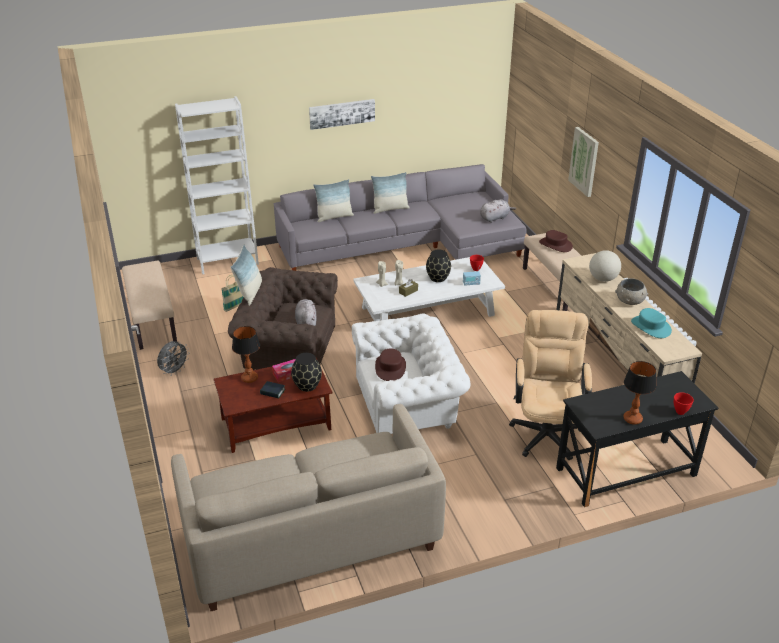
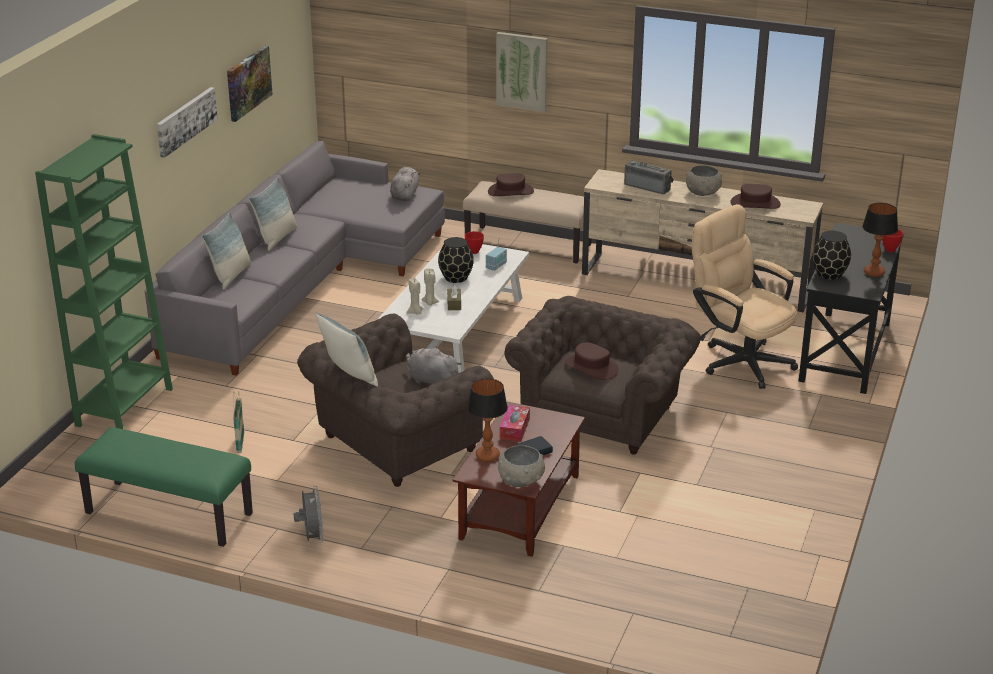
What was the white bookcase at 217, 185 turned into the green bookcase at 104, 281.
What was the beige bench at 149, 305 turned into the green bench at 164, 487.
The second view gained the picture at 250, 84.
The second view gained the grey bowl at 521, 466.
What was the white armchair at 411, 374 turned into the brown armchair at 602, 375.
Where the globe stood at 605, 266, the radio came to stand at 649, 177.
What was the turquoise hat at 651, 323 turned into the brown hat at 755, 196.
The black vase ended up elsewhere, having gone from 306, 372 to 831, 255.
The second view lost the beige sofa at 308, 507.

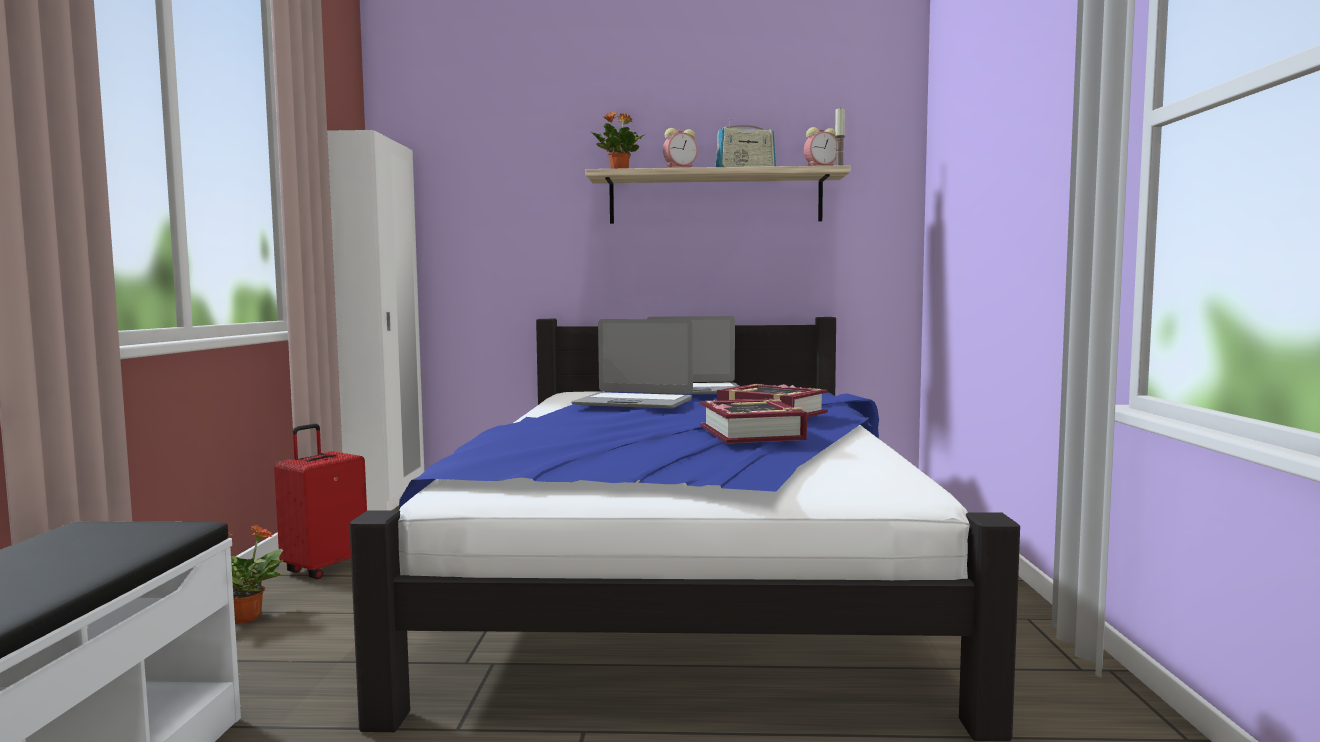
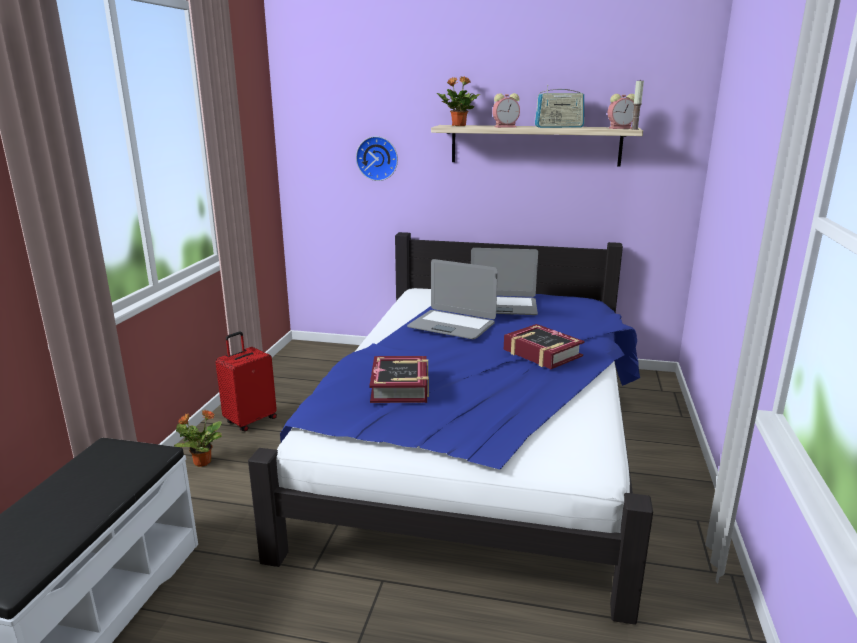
The second view gained the wall clock at 377, 158.
The book ended up elsewhere, having gone from 753, 421 to 399, 379.
The second view lost the white wardrobe at 375, 320.

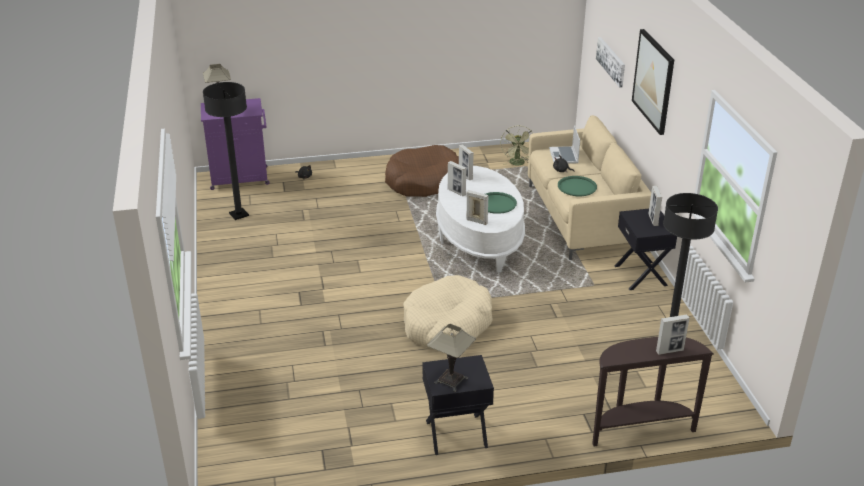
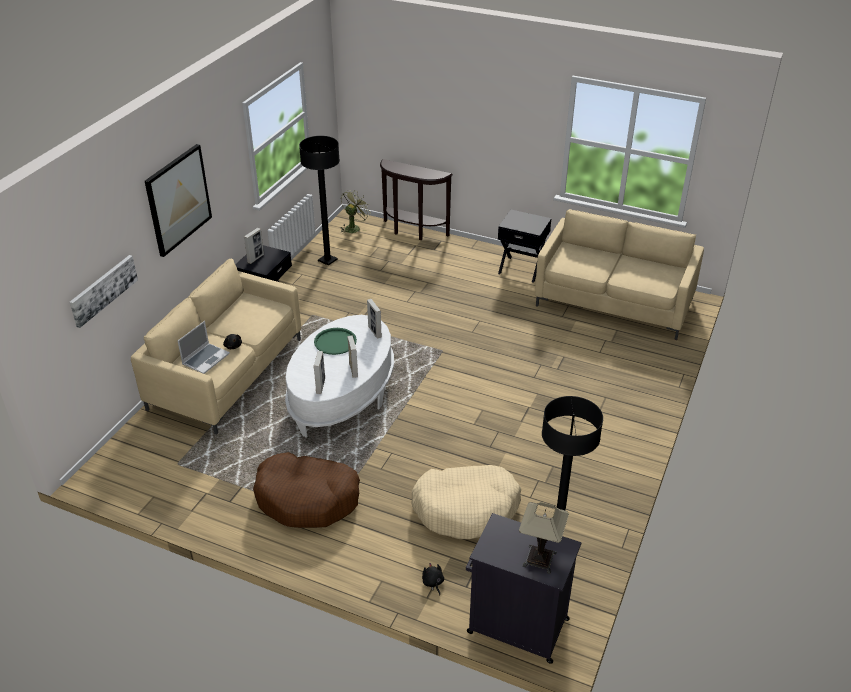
The green fan ended up elsewhere, having gone from 516, 146 to 355, 211.
The beige dog bed ended up elsewhere, having gone from 448, 312 to 466, 502.
What was the purple cabinet at 235, 144 turned into the black cabinet at 524, 588.
The second view gained the beige sofa at 619, 274.
The second view lost the table lamp at 451, 358.
The second view lost the green tray at 577, 186.
The second view lost the picture frame at 672, 334.

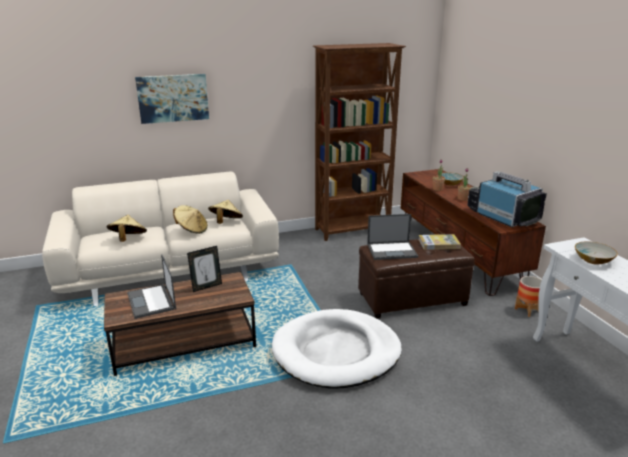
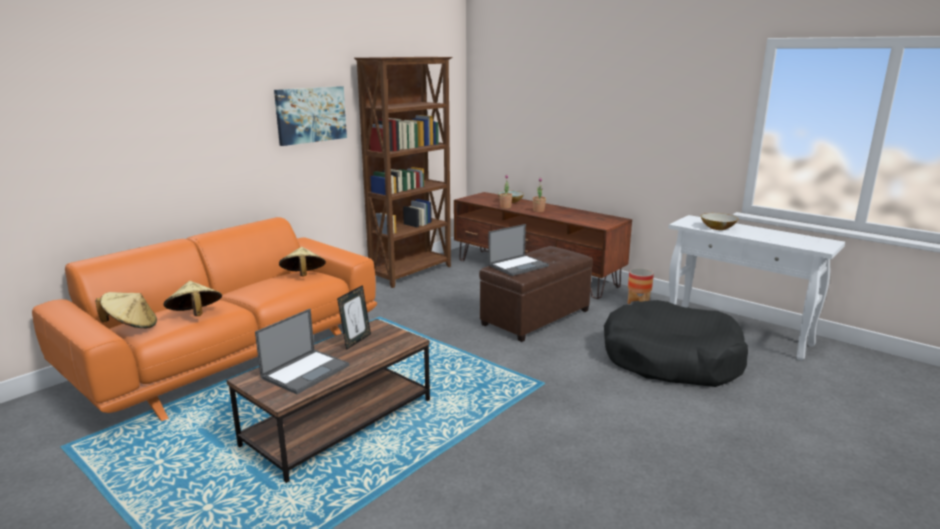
What was the beige sofa at 160, 238 turned into the orange sofa at 204, 319.
The beige hat ended up elsewhere, having gone from 190, 219 to 126, 310.
The laptop at 151, 286 ended up facing another way, 90 degrees counterclockwise from before.
The picture ended up elsewhere, having gone from 172, 99 to 310, 116.
The second view gained the black dog bed at 676, 343.
The second view lost the white dog bed at 337, 349.
The second view lost the book at 439, 242.
The second view lost the television at 507, 199.

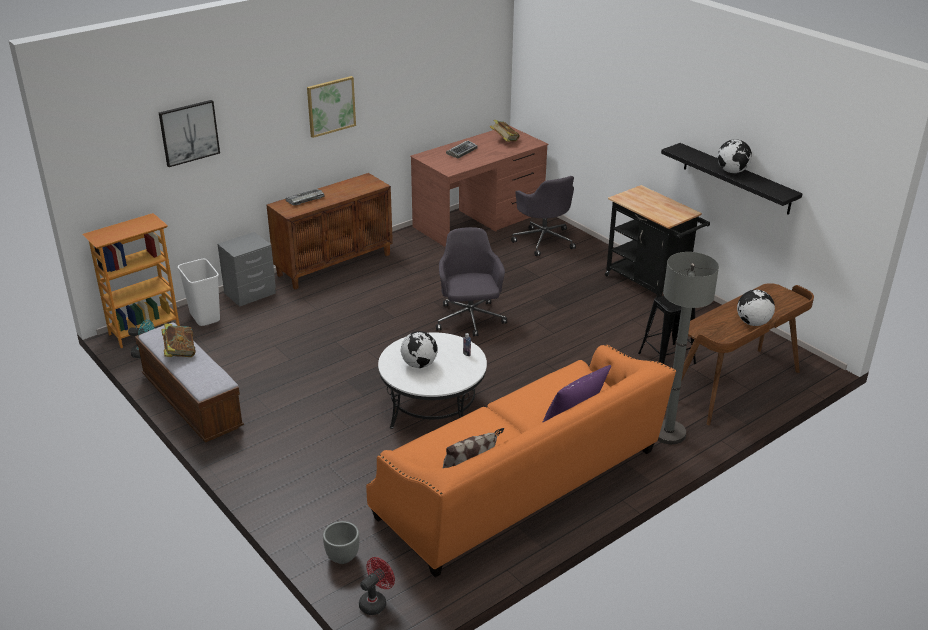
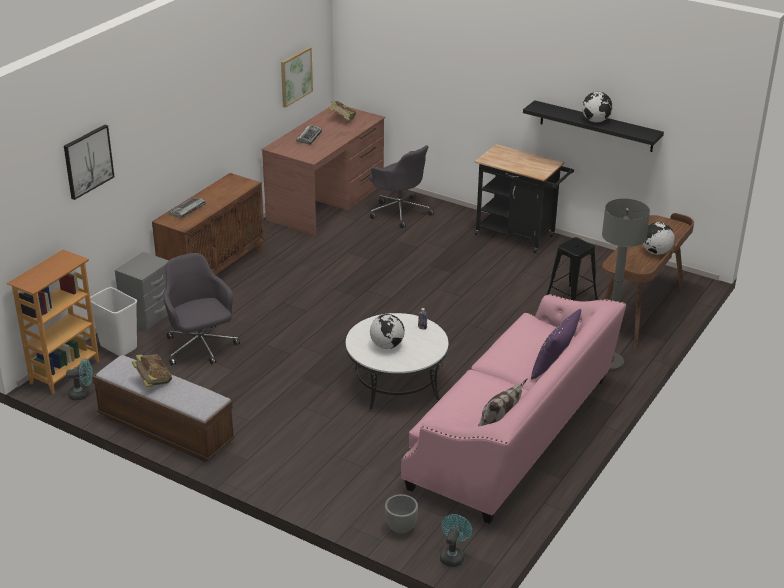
The grey office chair ended up elsewhere, having gone from 471, 282 to 201, 309.
The picture ended up elsewhere, having gone from 331, 107 to 297, 77.
What was the orange sofa at 521, 461 turned into the pink sofa at 513, 409.
What was the red fan at 377, 586 turned into the turquoise fan at 456, 540.

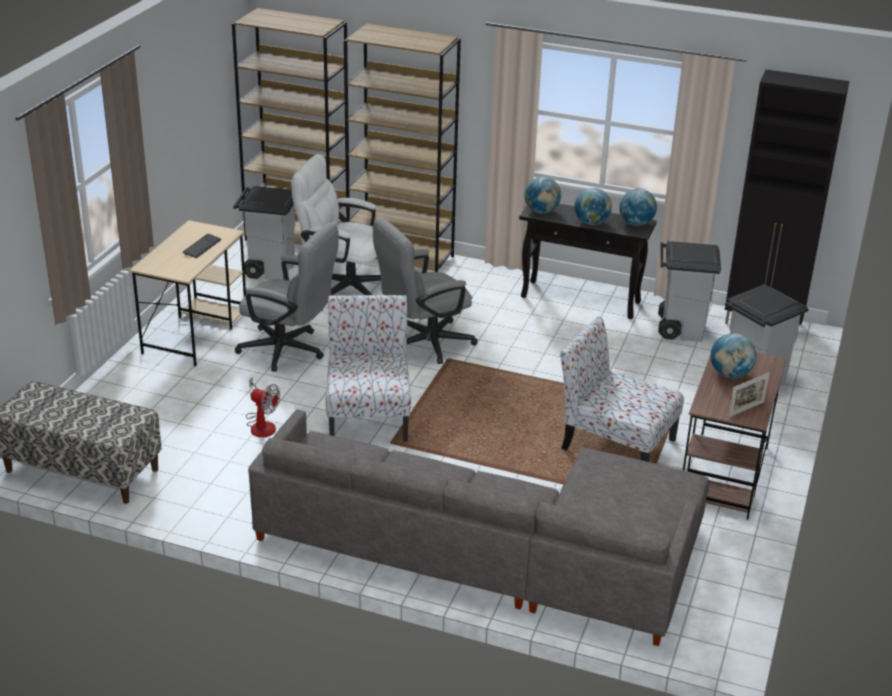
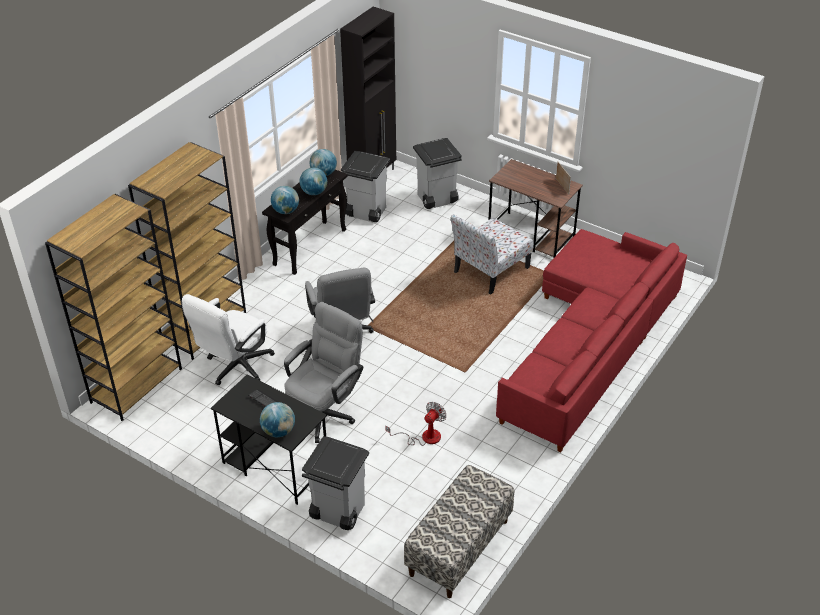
What was the beige desk at 188, 293 turned into the black desk at 269, 439.
The globe ended up elsewhere, having gone from 733, 355 to 277, 419.
The grey trash can ended up elsewhere, having gone from 264, 233 to 335, 483.
What was the grey sofa at 478, 527 turned into the red sofa at 591, 340.
The second view lost the chair at 368, 368.

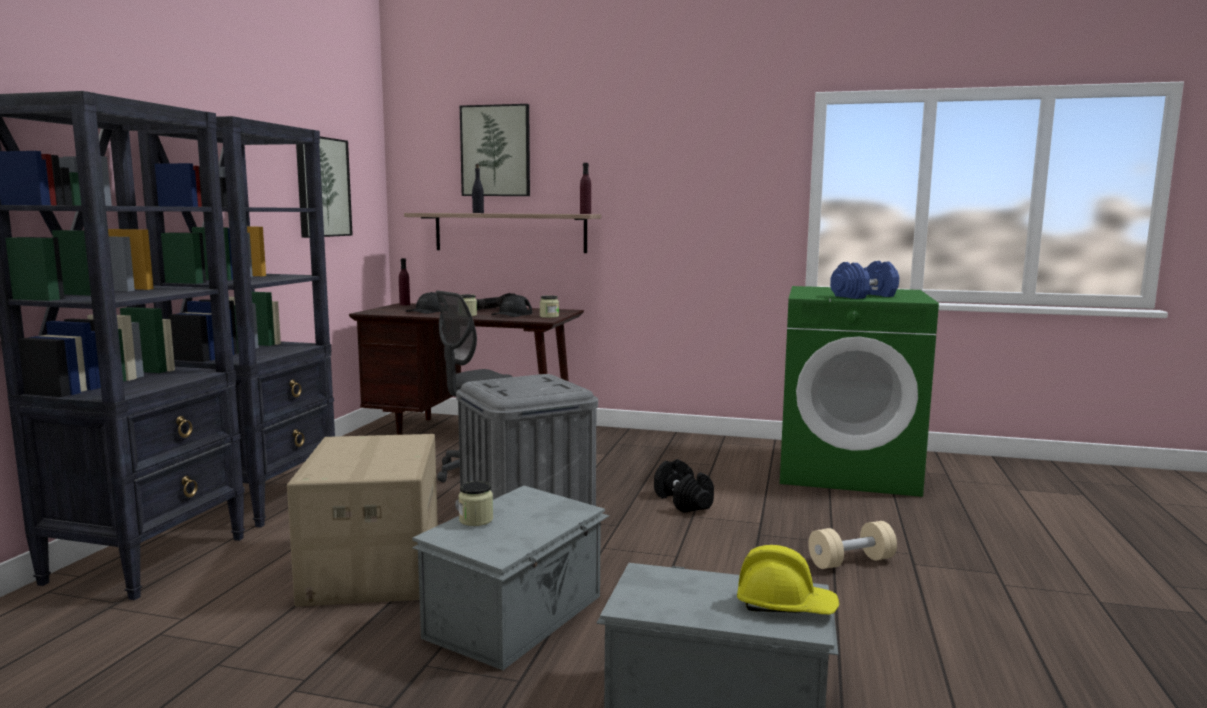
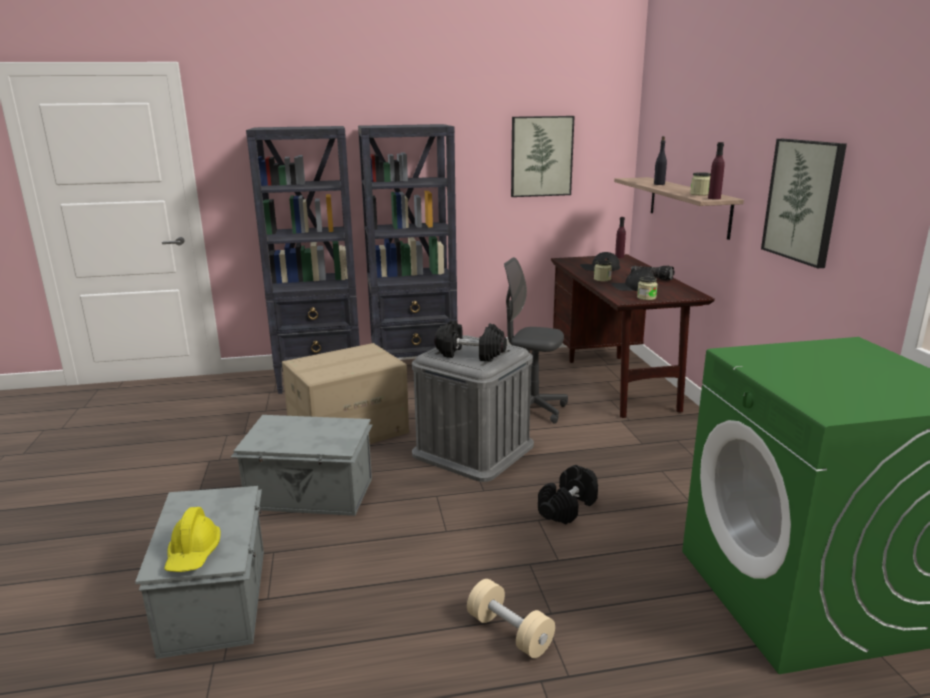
The second view gained the black dumbbell at 470, 340.
The jar ended up elsewhere, having gone from 475, 503 to 700, 184.
The picture ended up elsewhere, having gone from 495, 150 to 804, 203.
The second view lost the blue dumbbell at 864, 280.

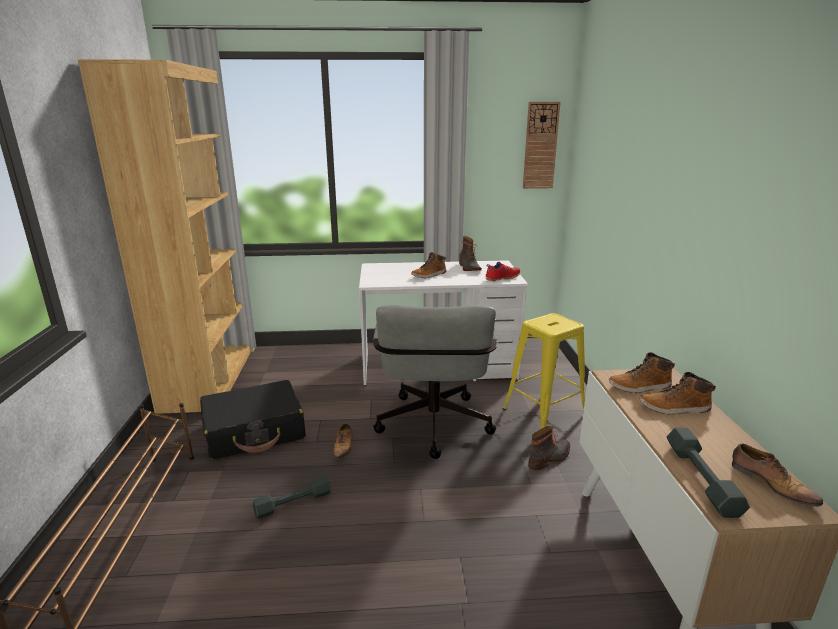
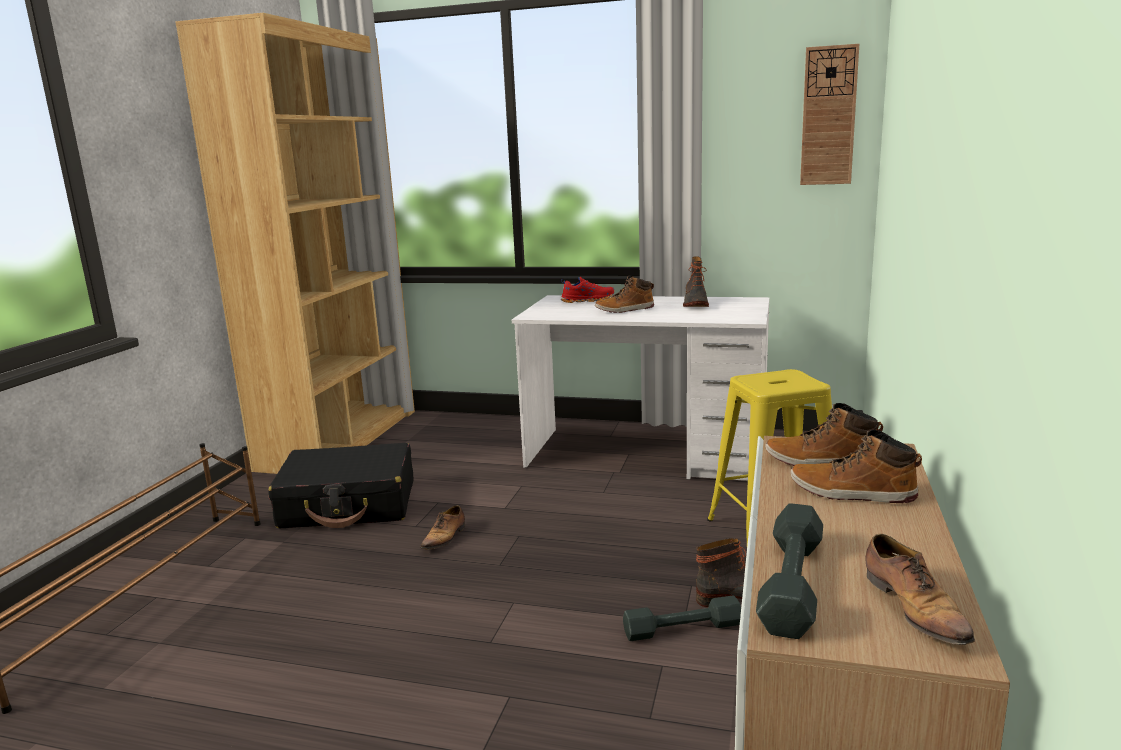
The red shoe ended up elsewhere, having gone from 502, 271 to 588, 290.
The grey dumbbell ended up elsewhere, having gone from 292, 497 to 682, 618.
The second view lost the grey office chair at 435, 382.

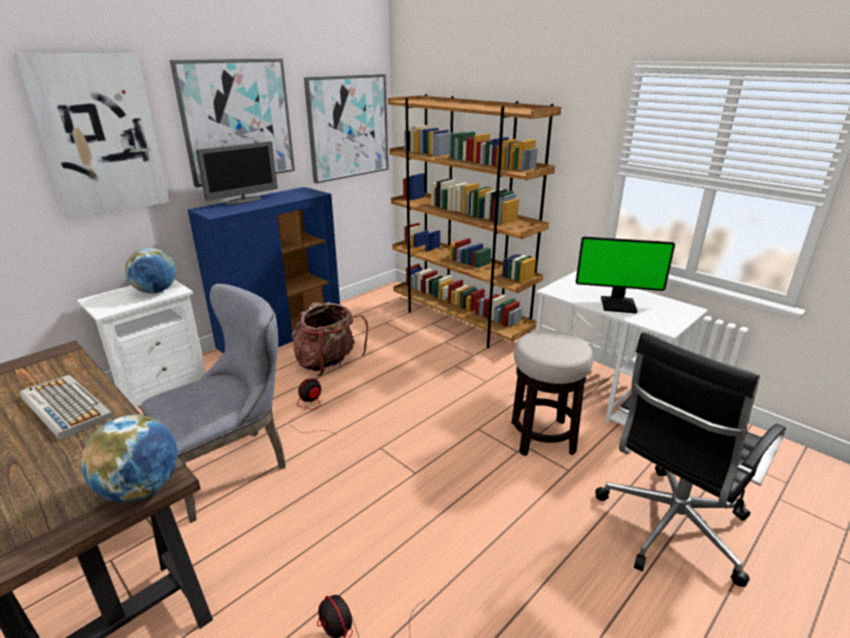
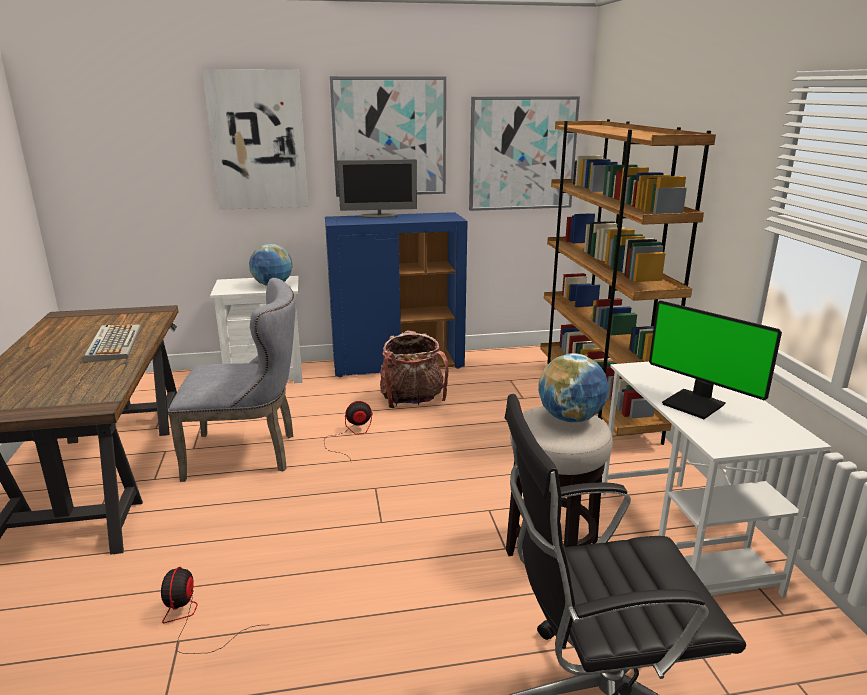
The globe ended up elsewhere, having gone from 129, 458 to 573, 387.

